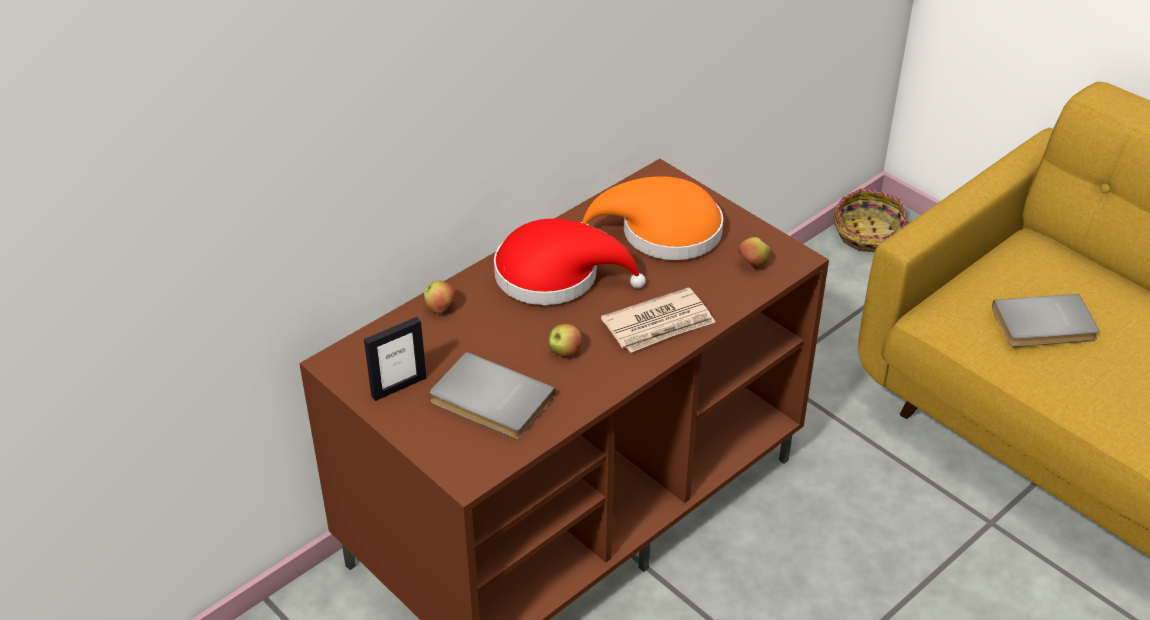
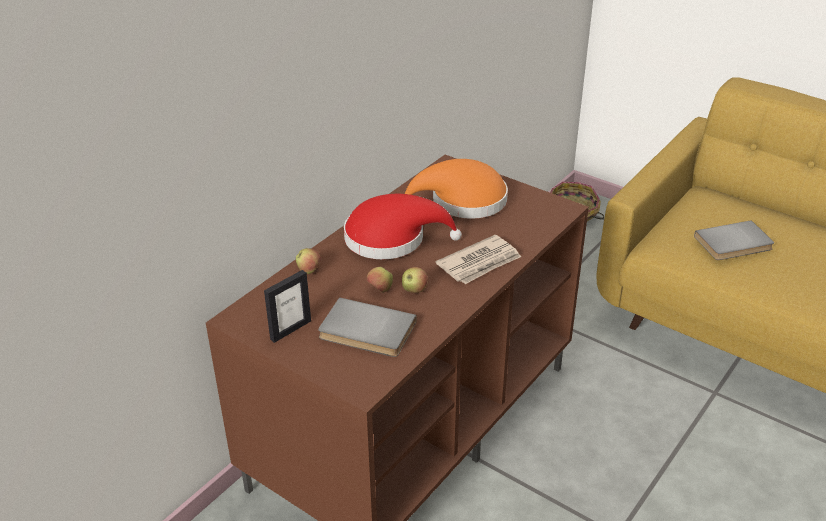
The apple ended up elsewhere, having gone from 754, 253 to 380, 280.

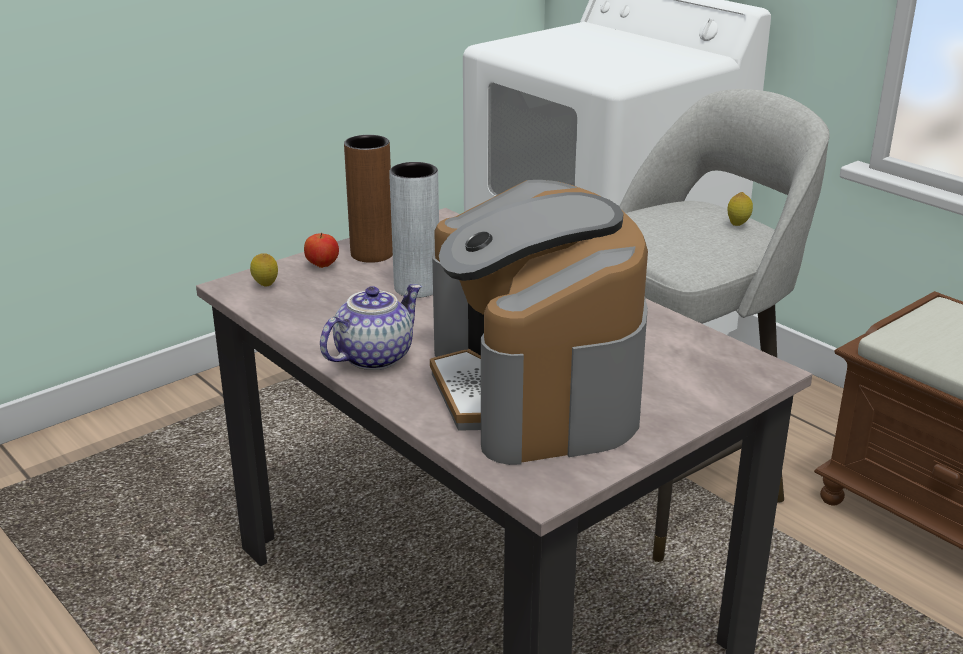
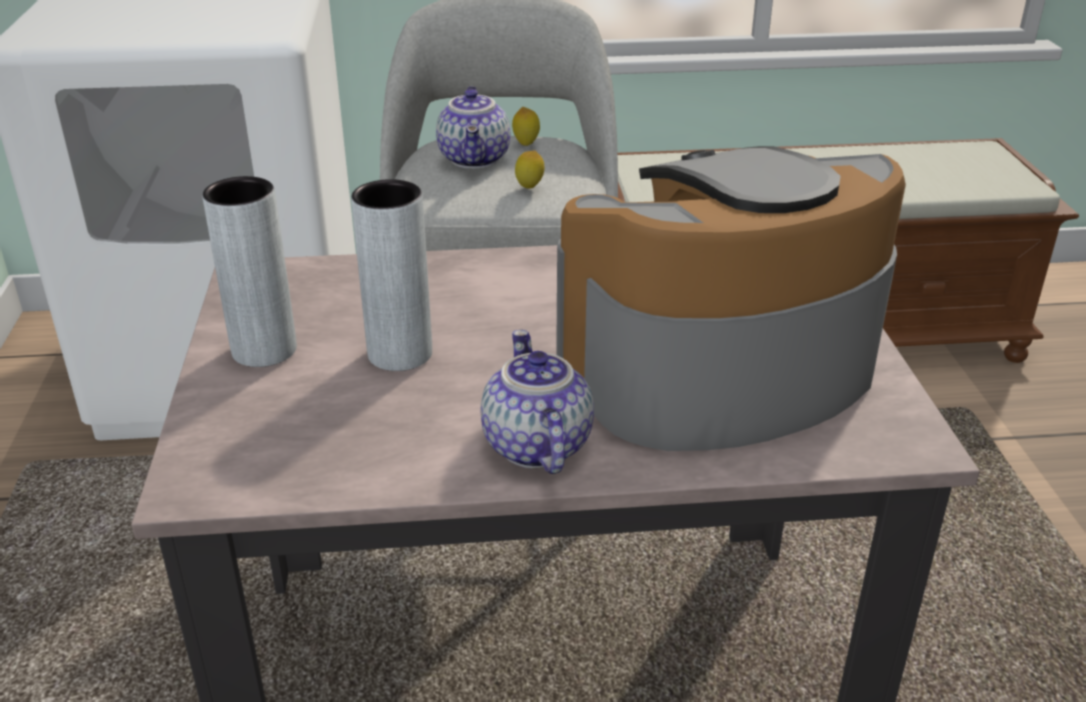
What was the brown vase at 368, 199 turned into the grey vase at 249, 271.
The second view gained the teapot at 473, 127.
The lemon ended up elsewhere, having gone from 264, 270 to 530, 169.
The coffee machine at 539, 322 ended up facing another way, 135 degrees clockwise from before.
The second view lost the apple at 321, 250.

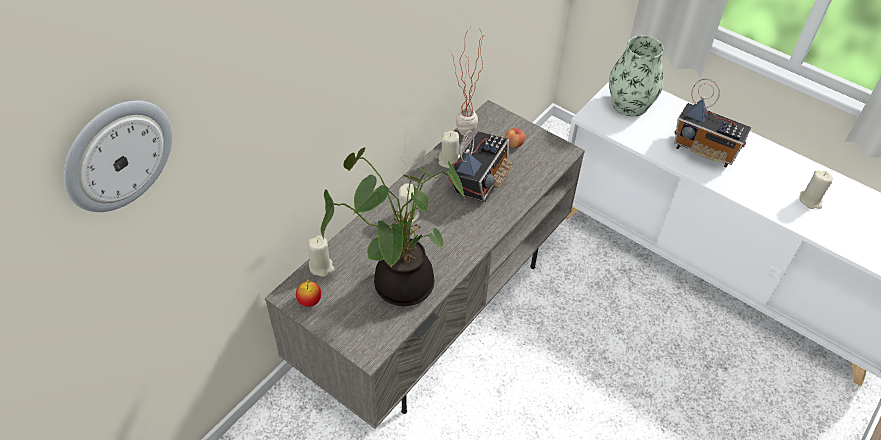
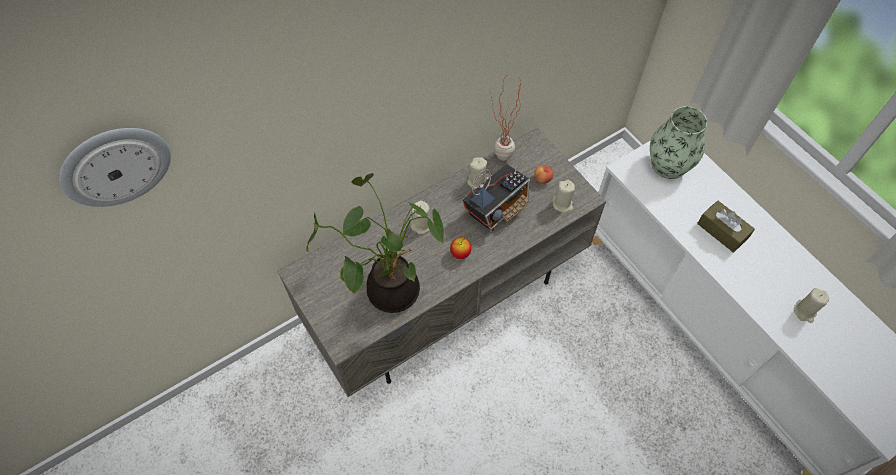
The apple ended up elsewhere, having gone from 308, 292 to 461, 248.
The beige candle ended up elsewhere, having gone from 321, 256 to 564, 196.
Where the radio stood at 712, 123, the brown tissue box came to stand at 726, 226.

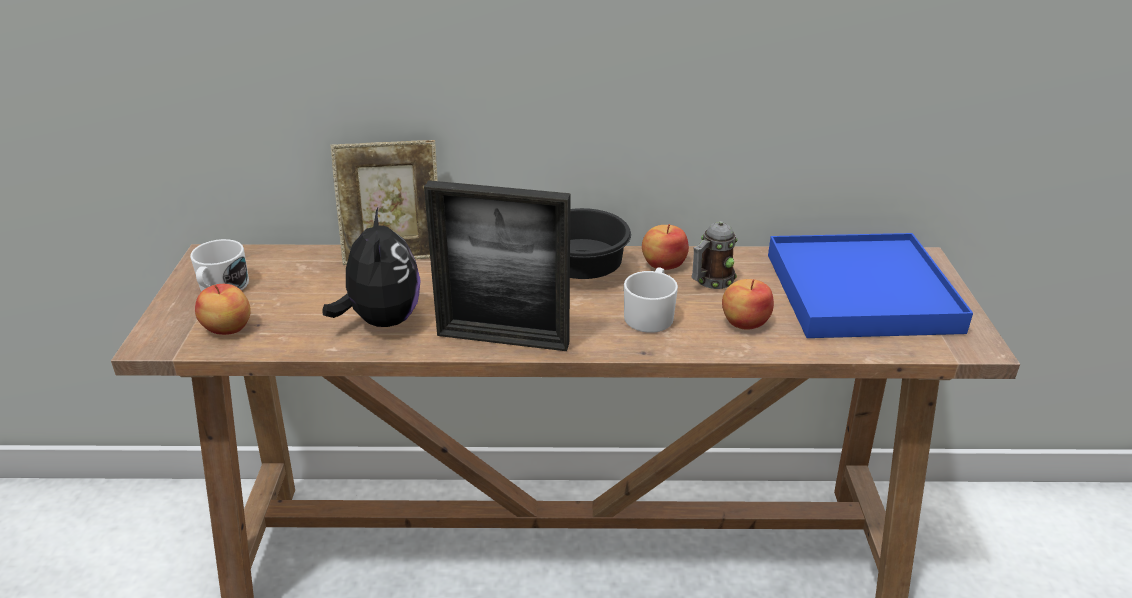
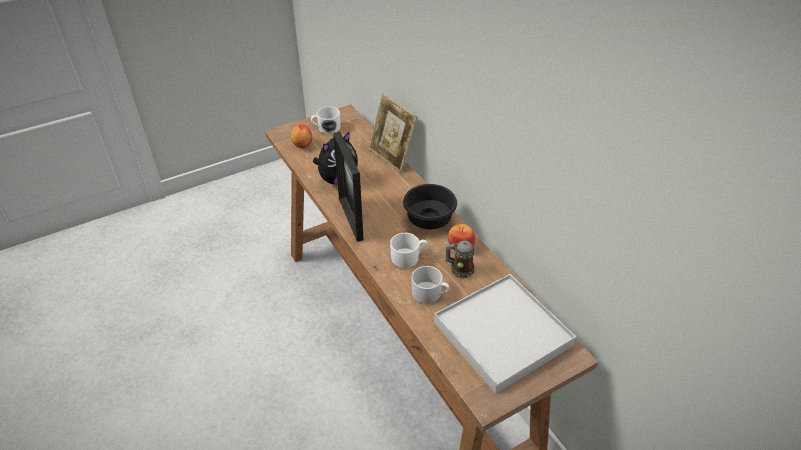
Where the apple stood at 748, 304, the white mug came to stand at 430, 285.
What was the blue tray at 870, 285 turned into the white tray at 505, 334.

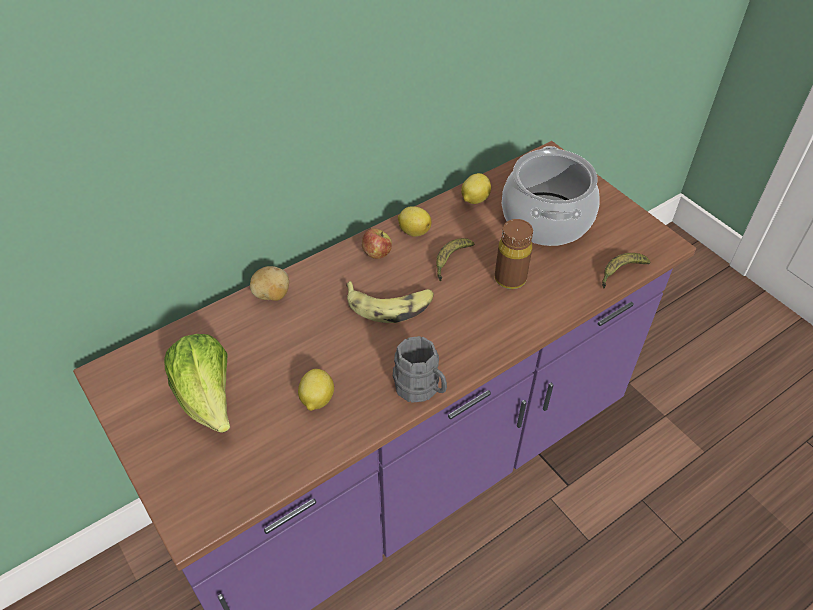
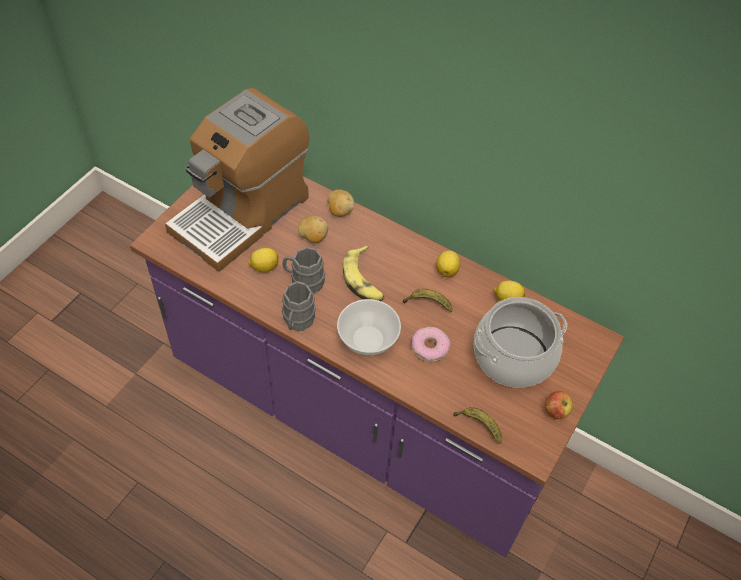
Where the lettuce stood at 197, 383, the coffee machine came to stand at 237, 180.
The second view gained the grey mug at 303, 270.
The second view gained the potato at 313, 229.
The second view gained the bowl at 369, 327.
Where the brown bottle stood at 514, 254, the donut came to stand at 431, 344.
The apple ended up elsewhere, having gone from 377, 244 to 559, 405.

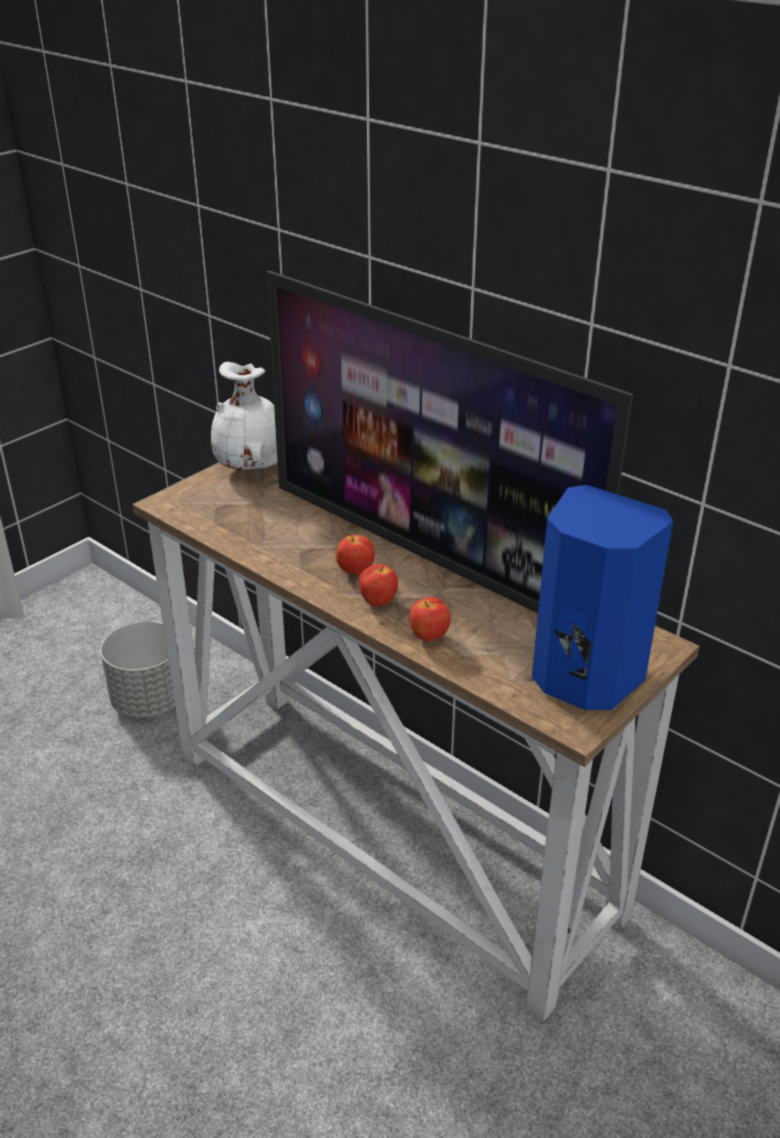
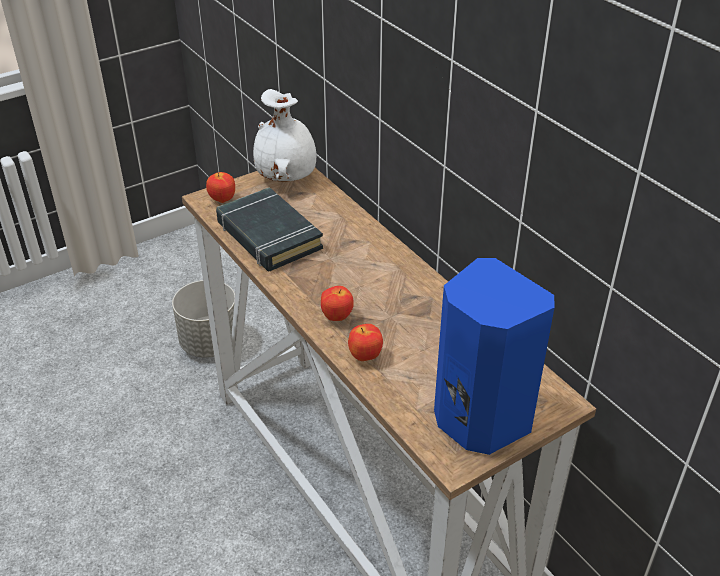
The apple ended up elsewhere, having gone from 355, 555 to 220, 187.
The second view gained the black book at 269, 229.
The second view lost the television at 449, 442.

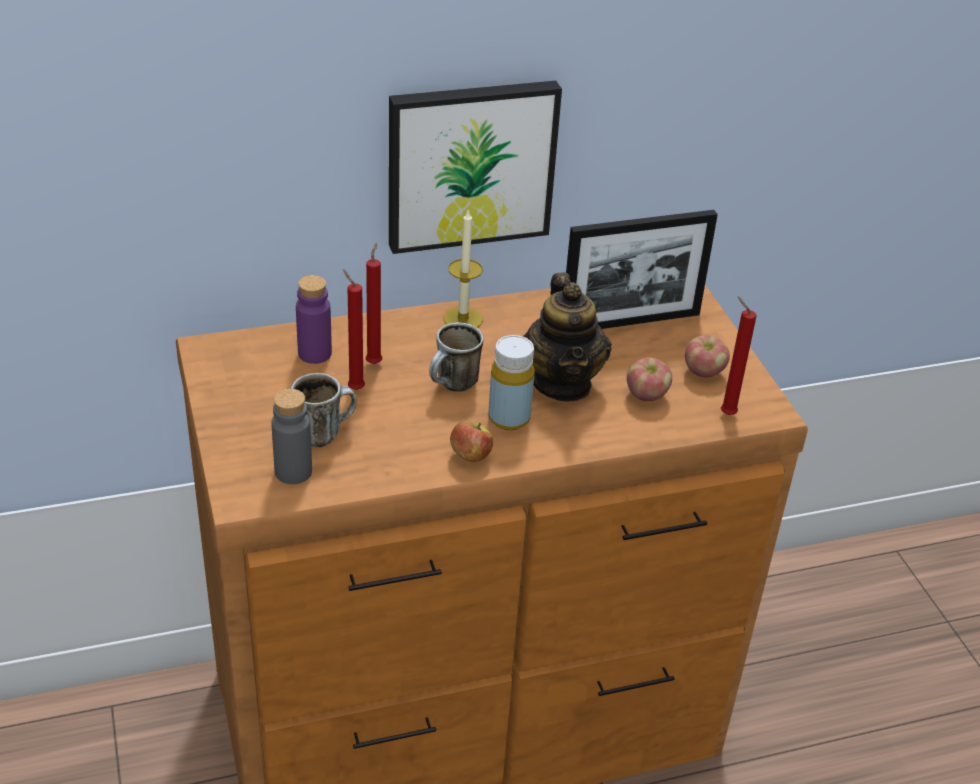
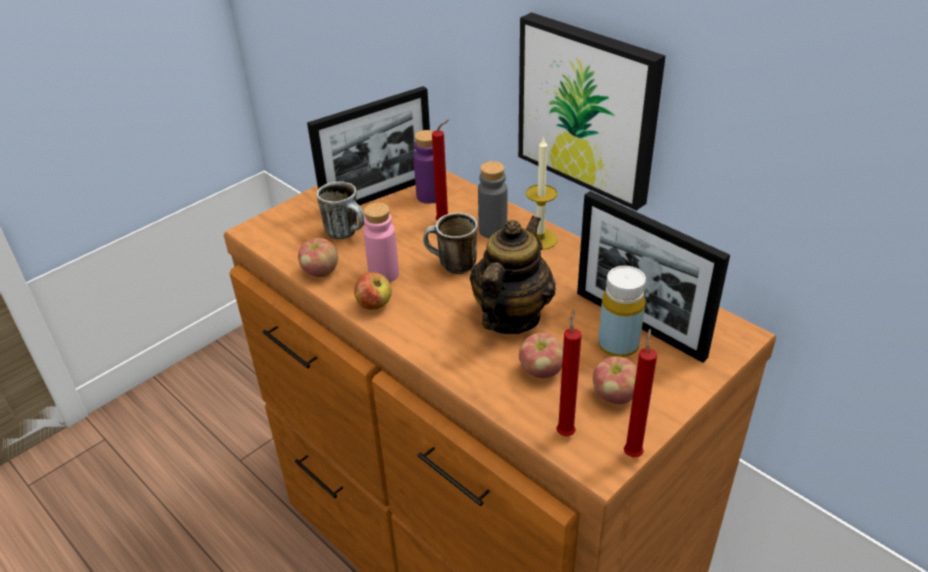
The second view gained the apple at 318, 257.
The second view gained the picture frame at 368, 145.
The second view gained the pink bottle at 381, 242.
The teapot at 567, 337 ended up facing another way, 150 degrees clockwise from before.
The grey bottle ended up elsewhere, having gone from 291, 436 to 492, 199.
The yellow bottle ended up elsewhere, having gone from 512, 382 to 622, 311.
The red candle ended up elsewhere, having gone from 354, 329 to 640, 393.

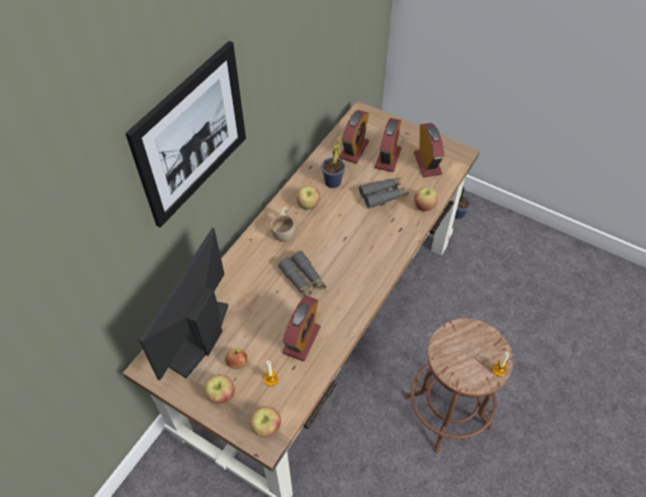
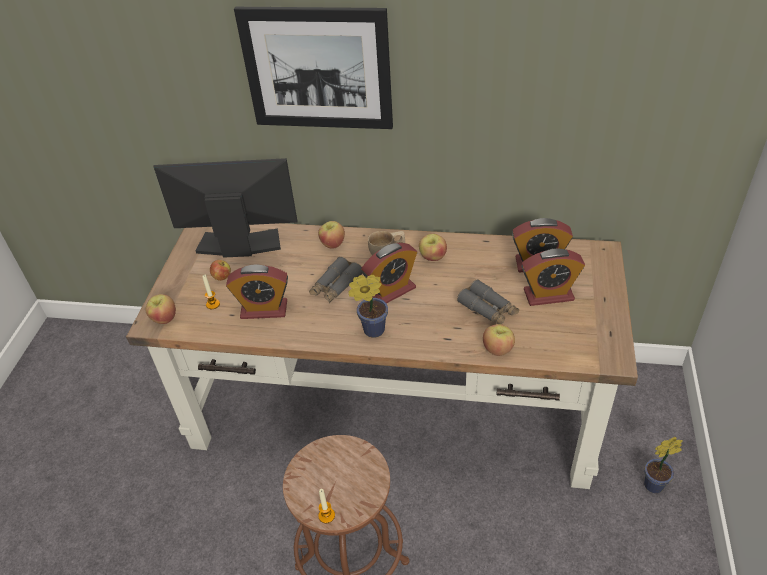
The apple ended up elsewhere, having gone from 220, 389 to 331, 235.
The potted plant ended up elsewhere, having gone from 333, 162 to 368, 306.
The alarm clock ended up elsewhere, having gone from 429, 150 to 389, 273.

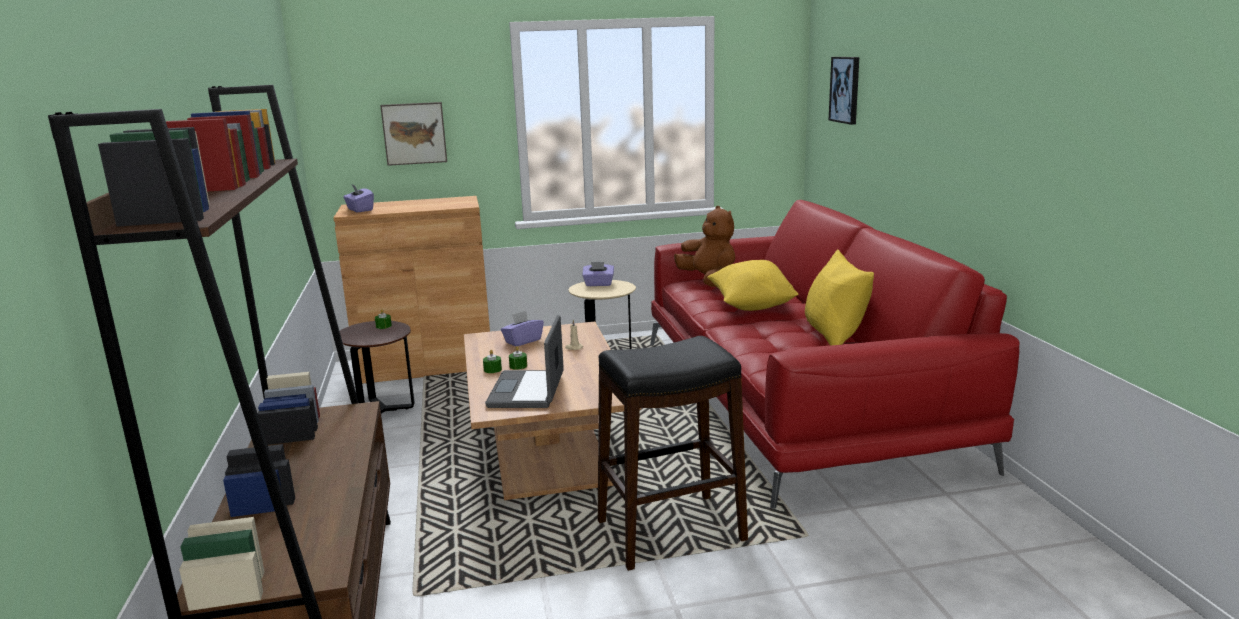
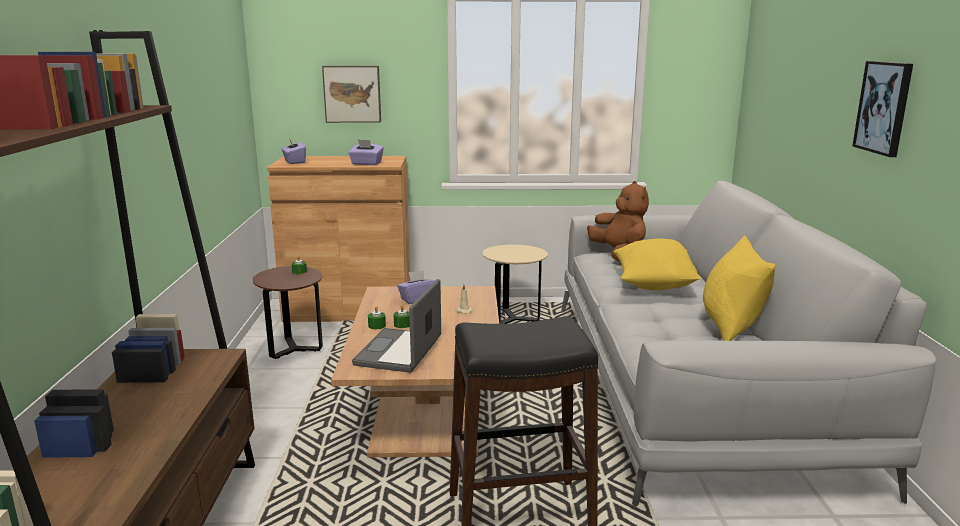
The purple tissue box ended up elsewhere, having gone from 598, 274 to 366, 152.
What was the red sofa at 835, 354 turned into the grey sofa at 748, 344.
The picture ended up elsewhere, having gone from 844, 91 to 882, 109.

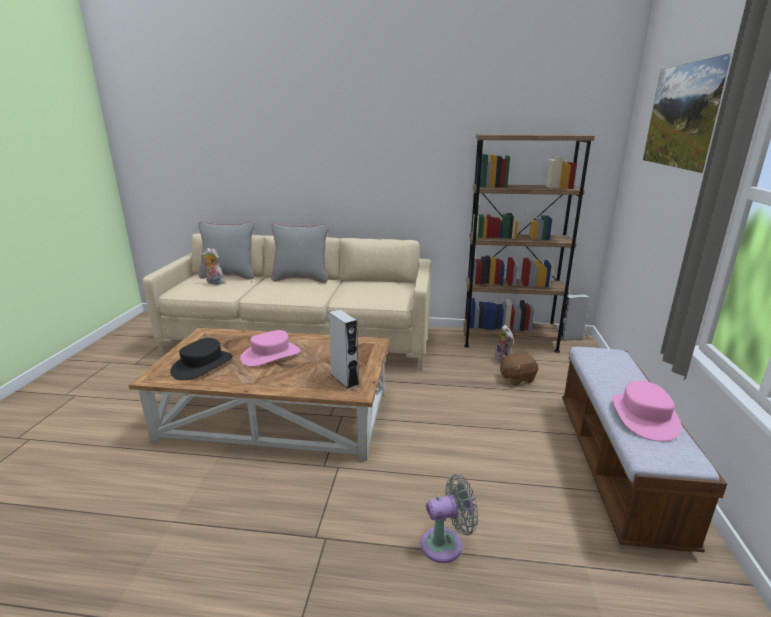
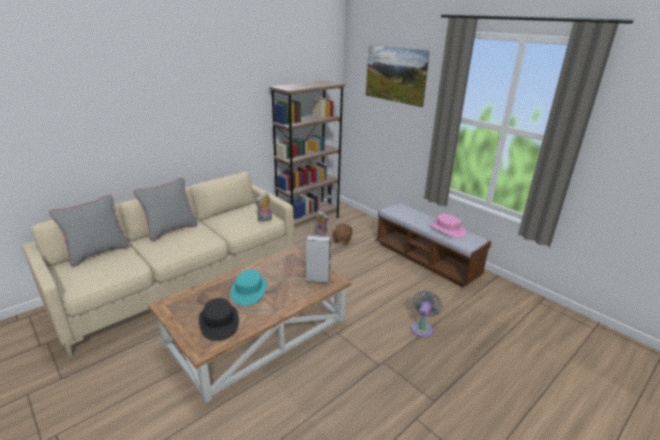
What was the pink hat at 270, 348 turned into the turquoise hat at 248, 288.
The plush toy ended up elsewhere, having gone from 213, 266 to 263, 207.

